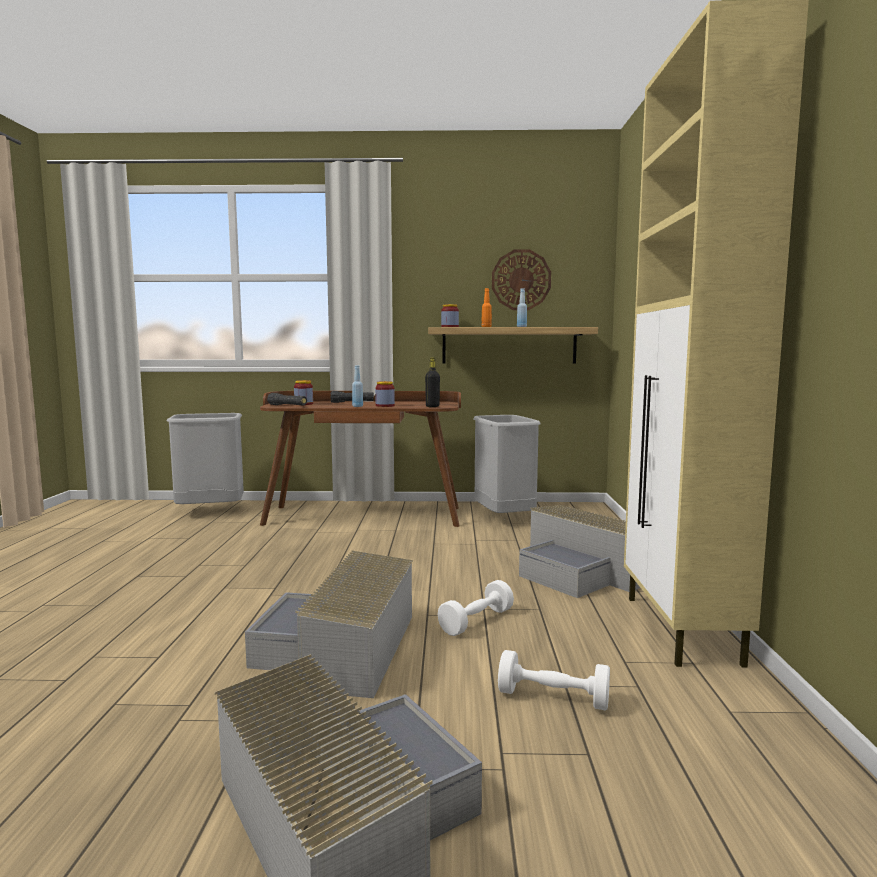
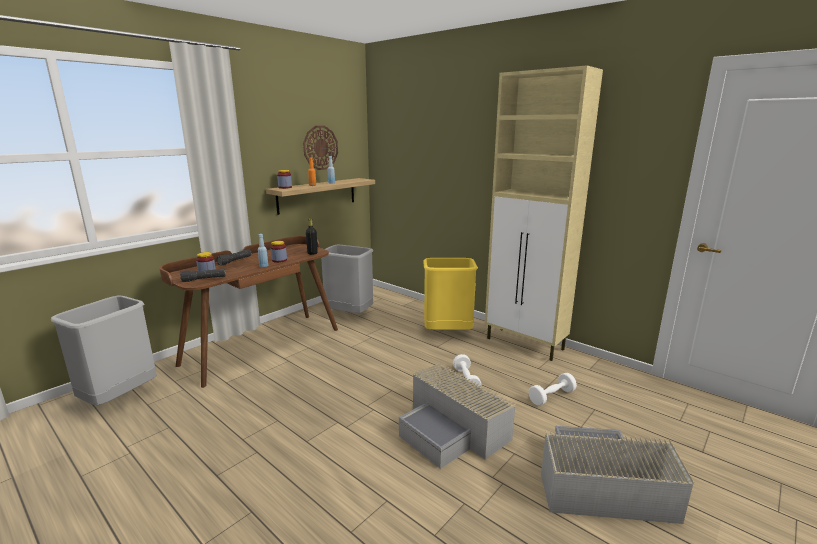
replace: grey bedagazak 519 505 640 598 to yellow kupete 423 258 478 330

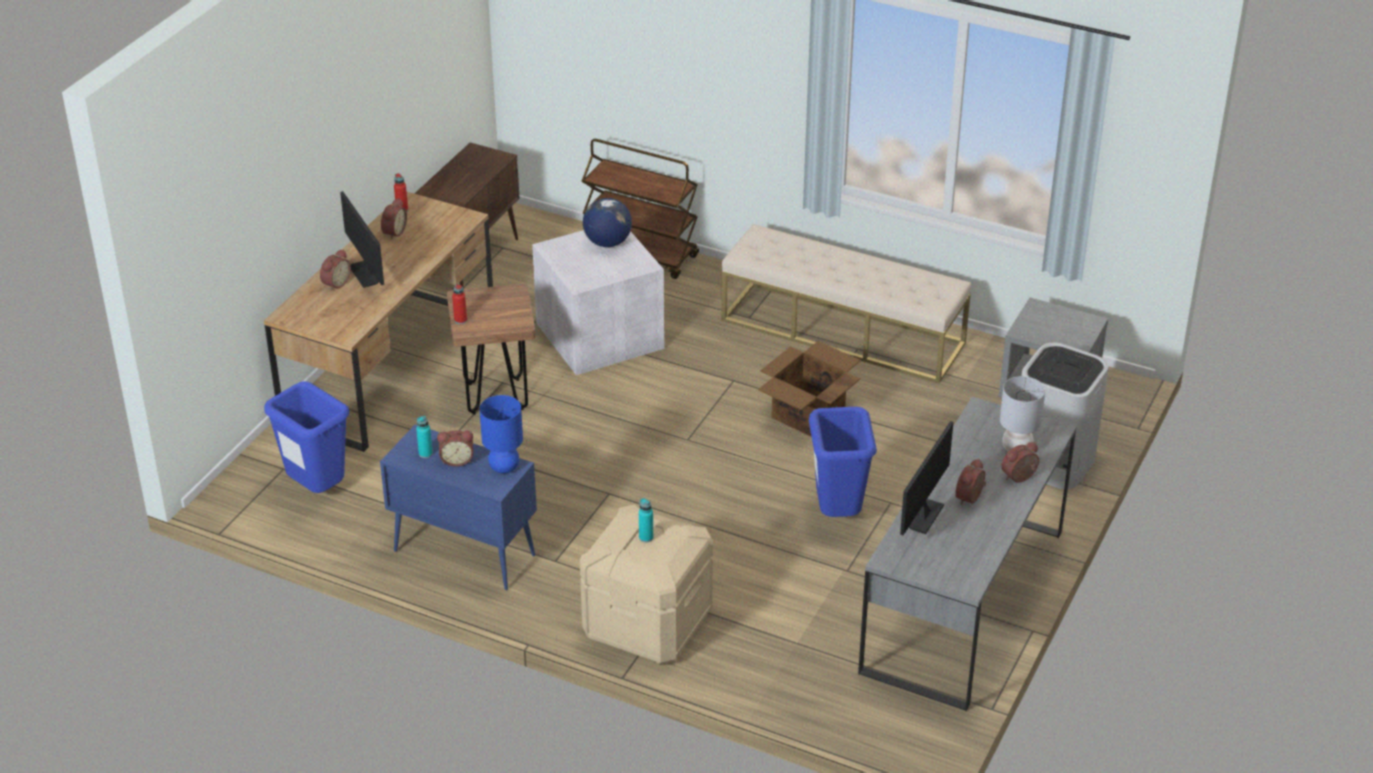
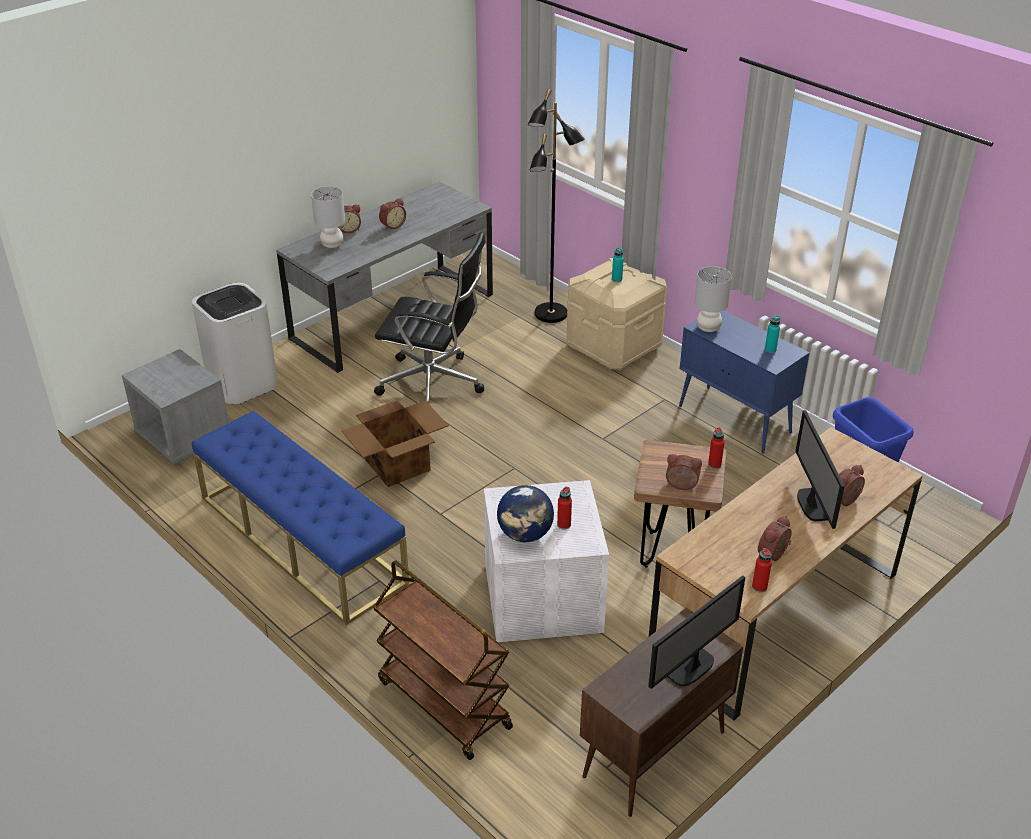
insert: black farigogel 528 89 585 323; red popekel 557 487 572 530
move: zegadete 437 430 473 467 to 666 454 702 490; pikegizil 900 421 953 535 to 648 575 745 689
replace: blue kupete 809 407 877 517 to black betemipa 374 232 485 404
recolor: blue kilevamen 479 395 523 473 to grey kilevamen 695 266 732 332; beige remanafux 721 224 971 383 to blue remanafux 192 410 409 625

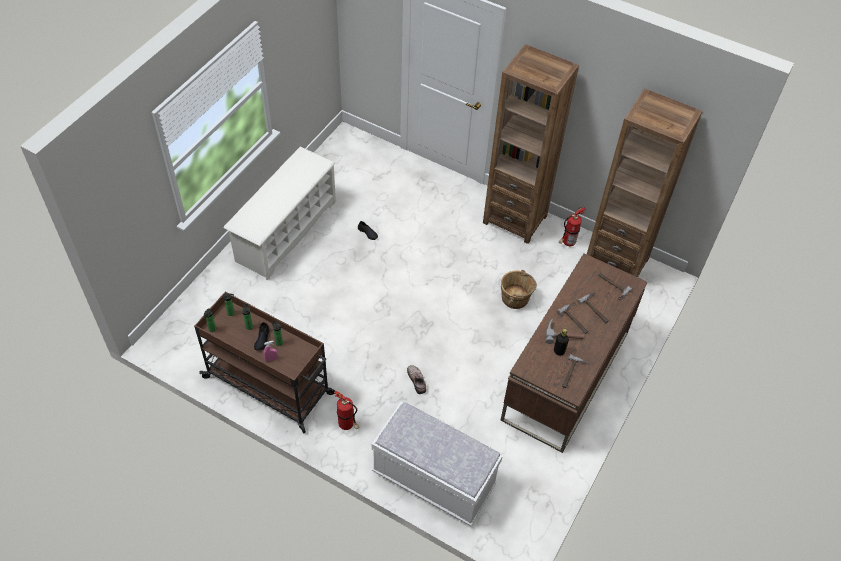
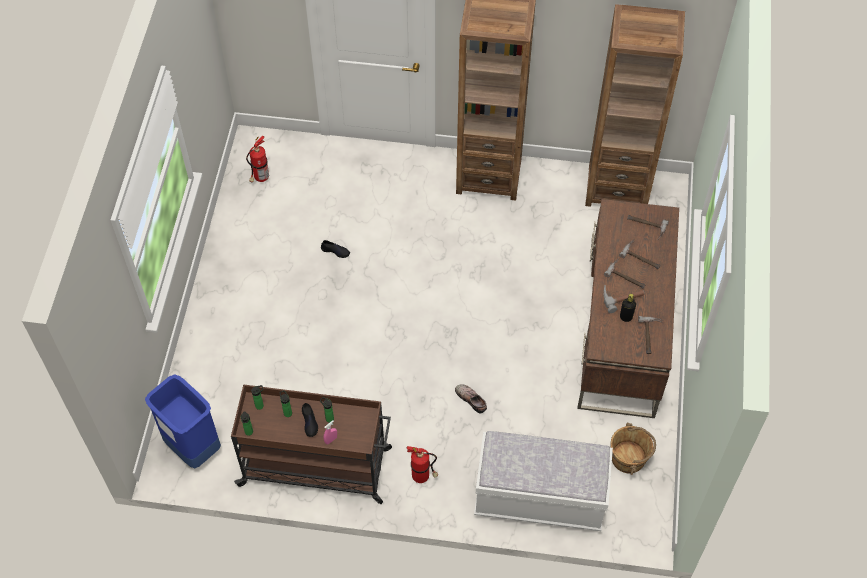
delete: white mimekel 224 147 336 281
insert: blue kupete 145 374 221 468
move: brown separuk 501 270 537 309 to 611 423 656 475; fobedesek 559 207 586 246 to 246 136 269 182

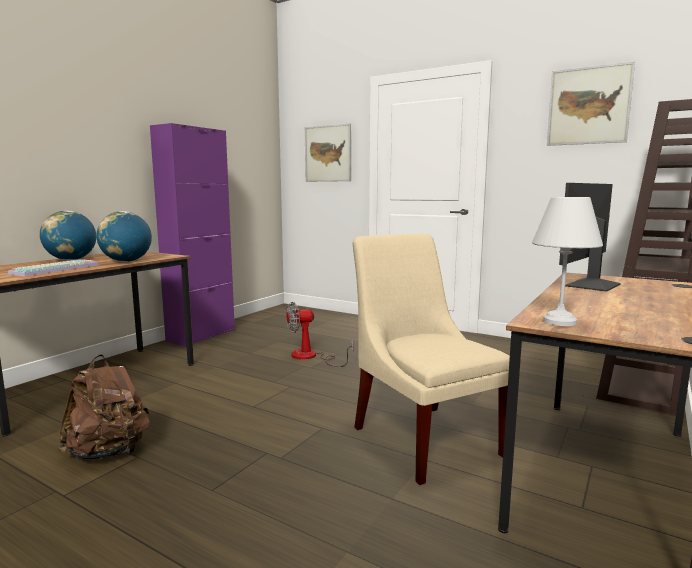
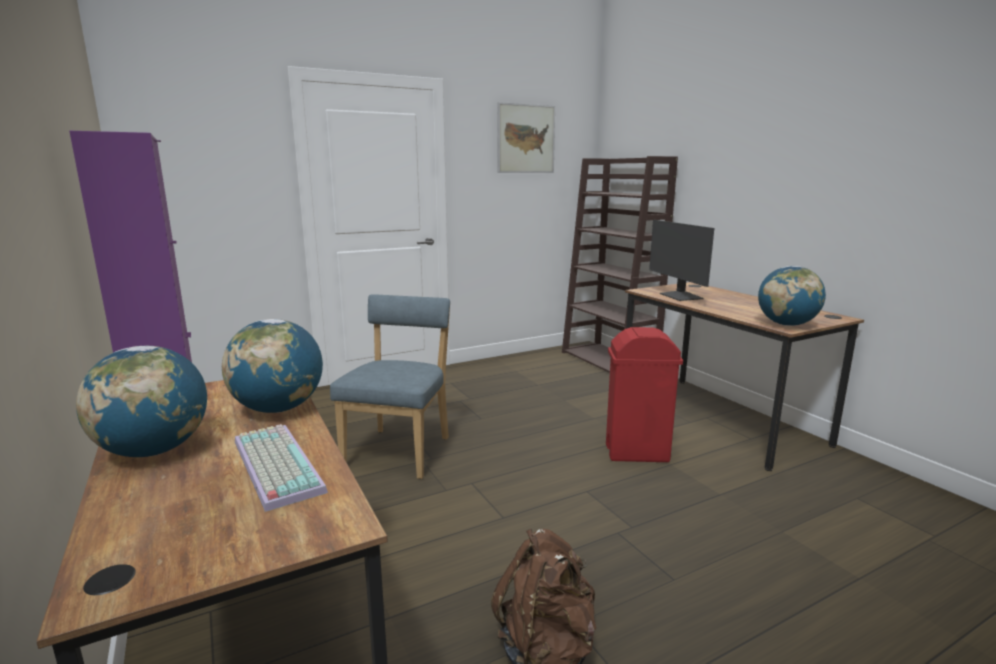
delete: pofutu 305 124 351 182
replace: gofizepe 286 302 354 367 to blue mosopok 330 294 450 479; beige mosopok 353 233 510 485 to red kupete 606 327 683 462; white kilevamen 532 197 603 326 to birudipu 758 266 826 326

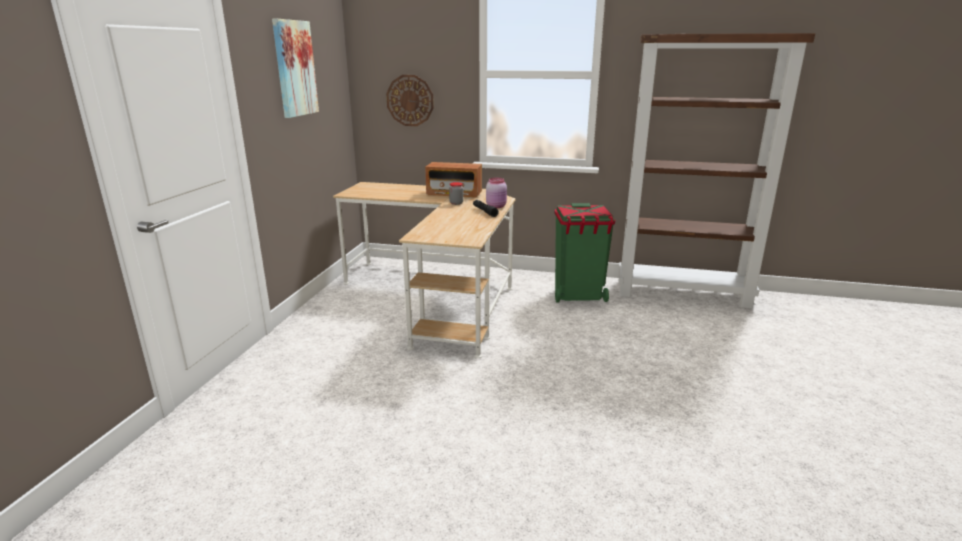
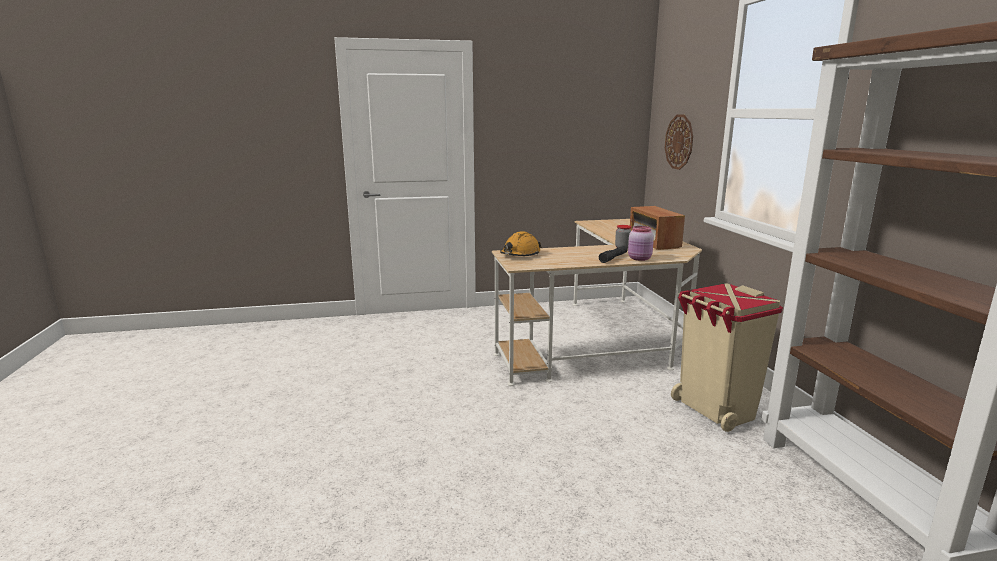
delete: pofutu 272 18 319 118
insert: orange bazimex 500 231 542 256
recolor: green kupete 555 203 615 303 to beige kupete 671 283 783 432

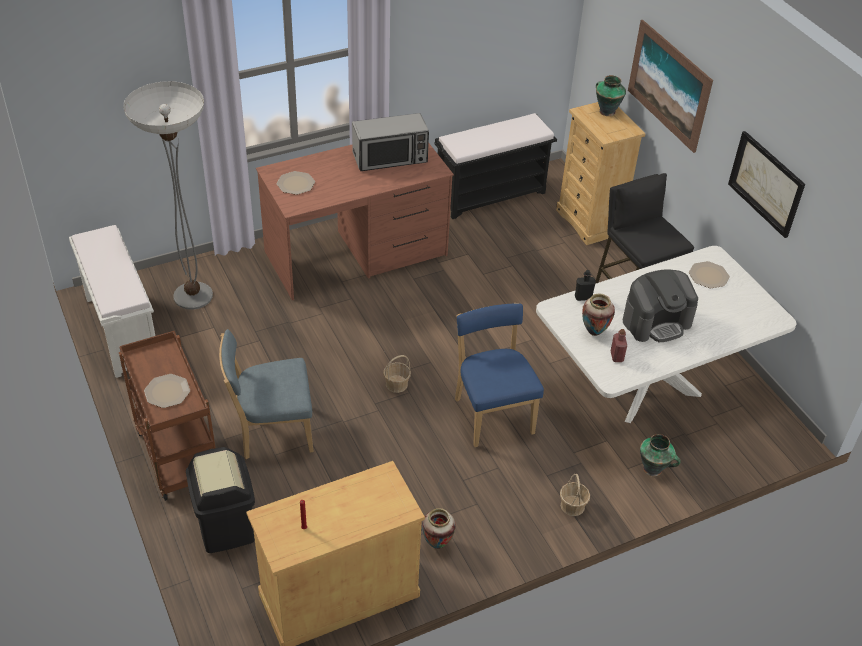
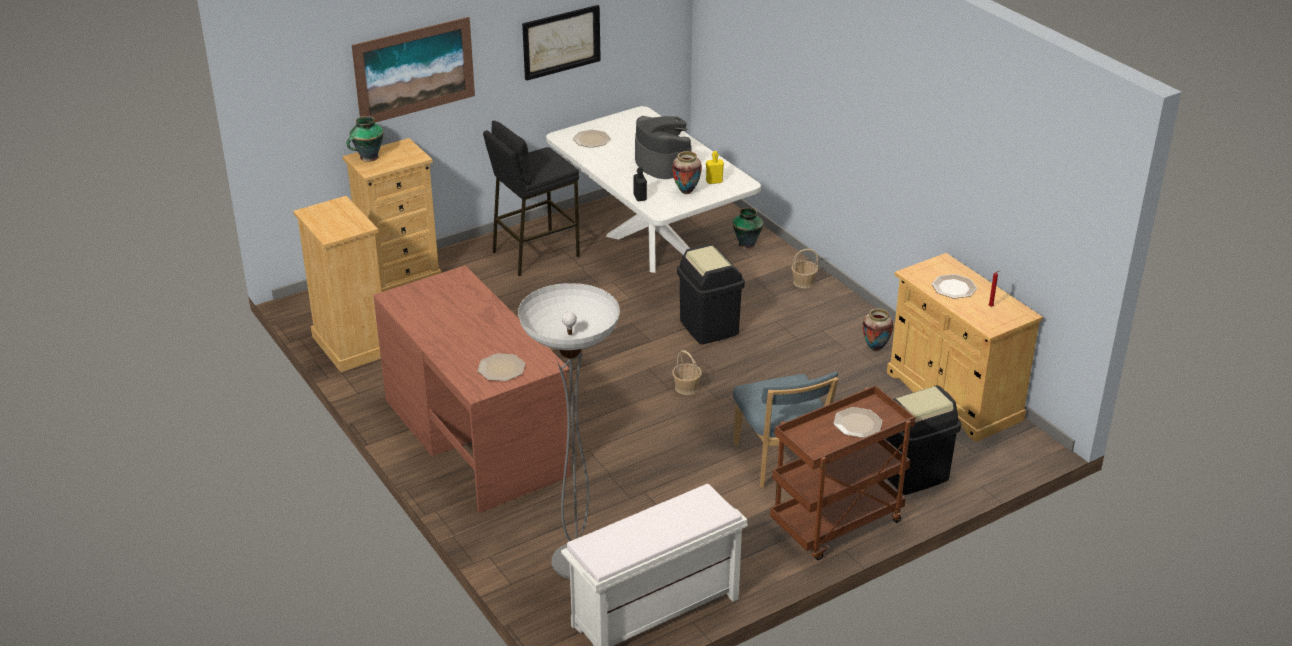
delete: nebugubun 352 113 429 171
insert: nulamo 932 274 977 299
replace: black remanafux 434 113 557 219 to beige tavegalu 293 196 381 372; blue mosopok 455 303 544 447 to black kupete 677 244 745 344
recolor: red popekel 611 329 627 362 to yellow popekel 706 151 724 184

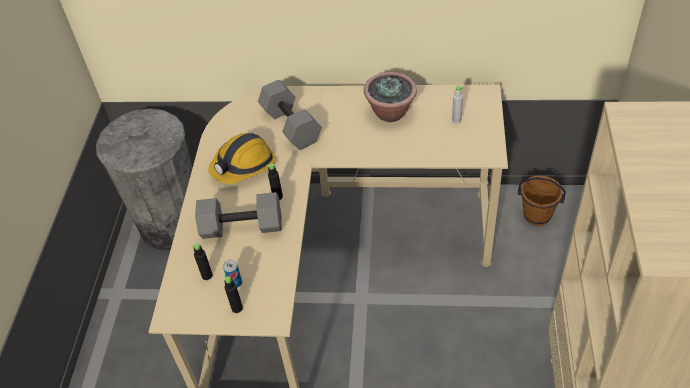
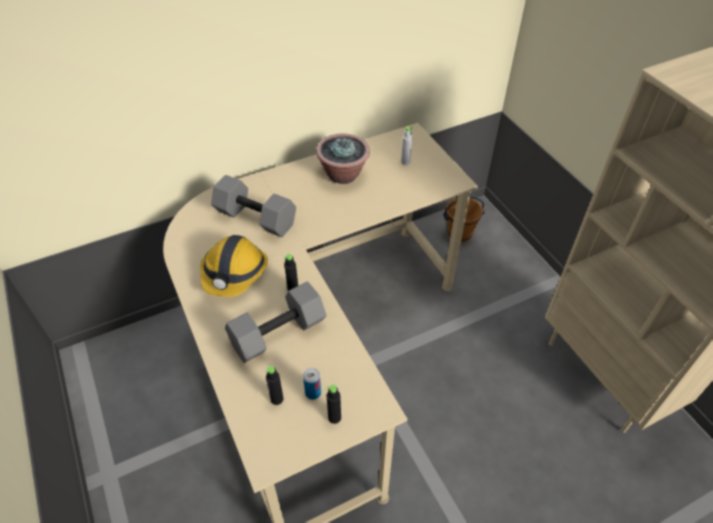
delete: grey kupete 96 109 192 250

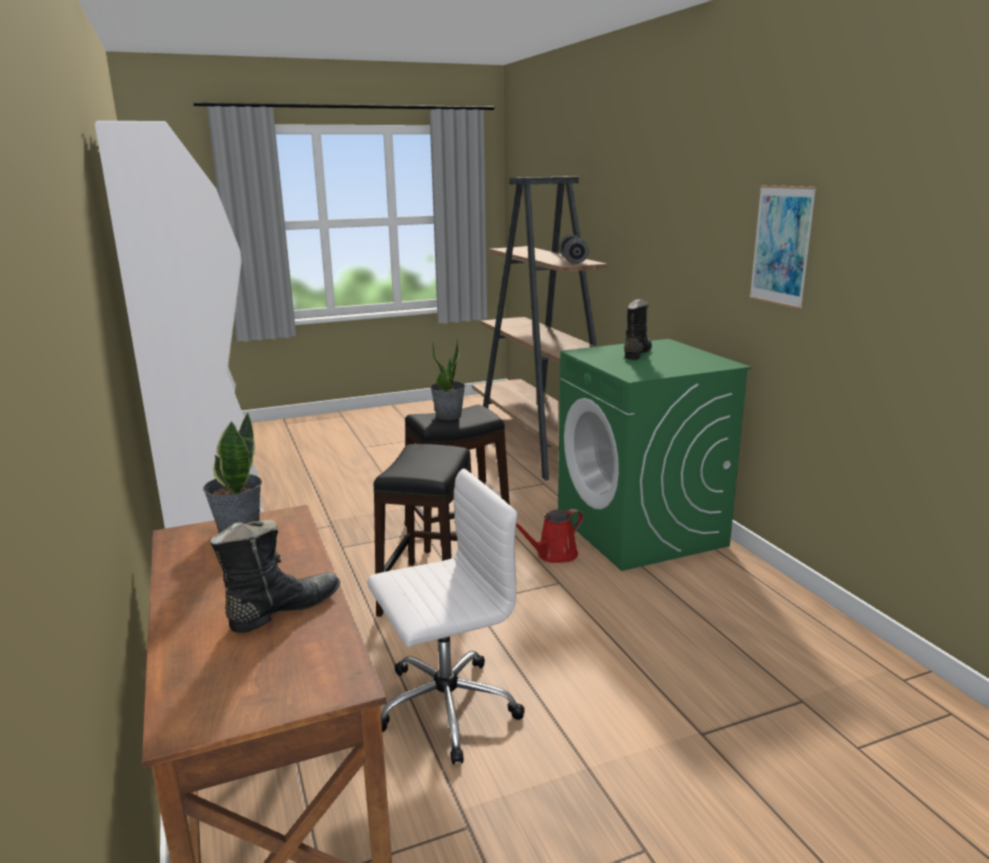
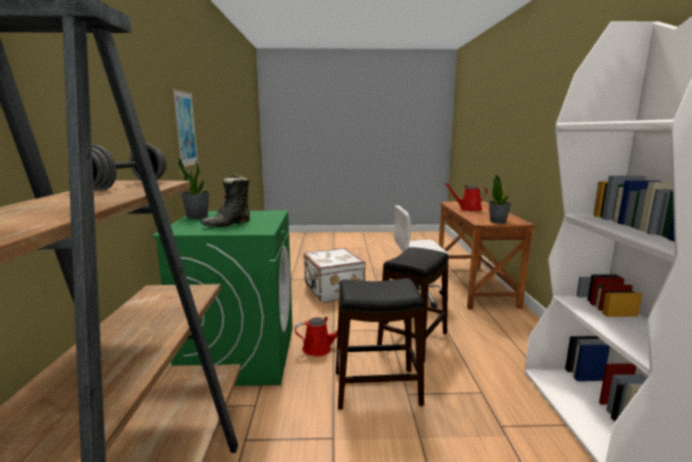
insert: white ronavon 304 248 365 303
move: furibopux 430 338 465 420 to 177 157 210 219
replace: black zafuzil 211 520 340 633 to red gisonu 444 183 488 211

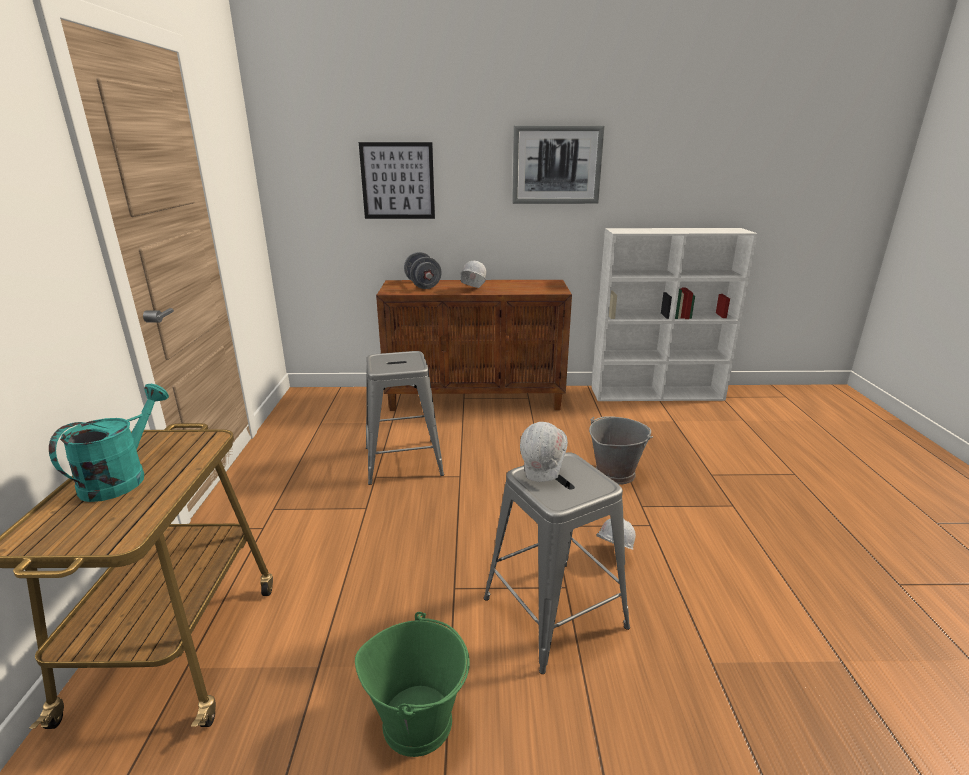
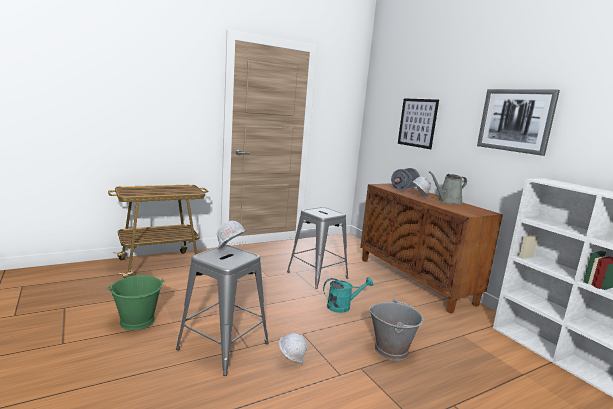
insert: grey gisonu 429 171 467 204
move: turquoise gisonu 49 384 169 502 to 323 277 373 313

